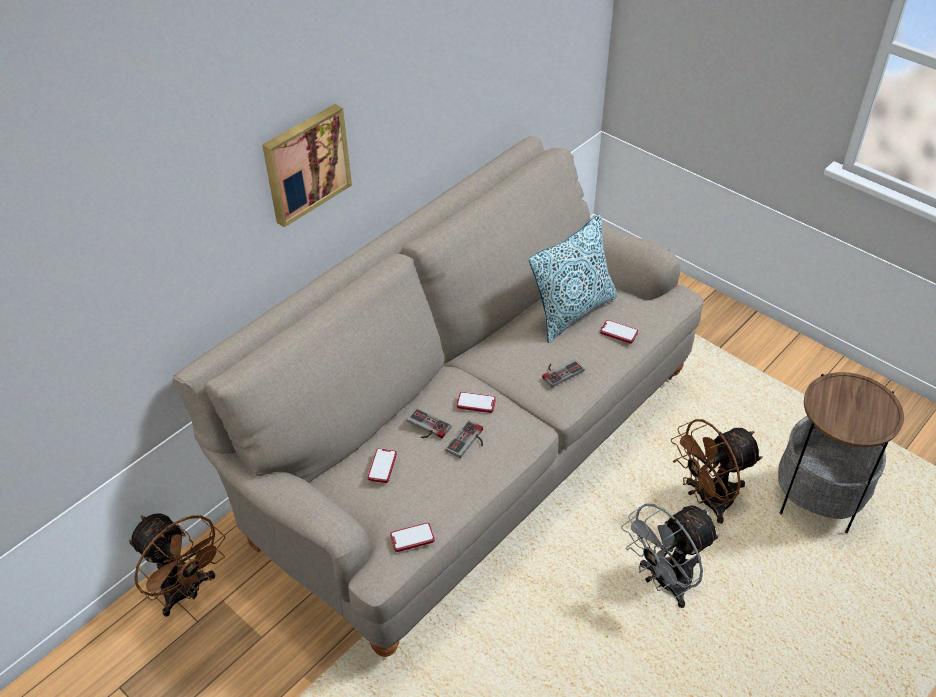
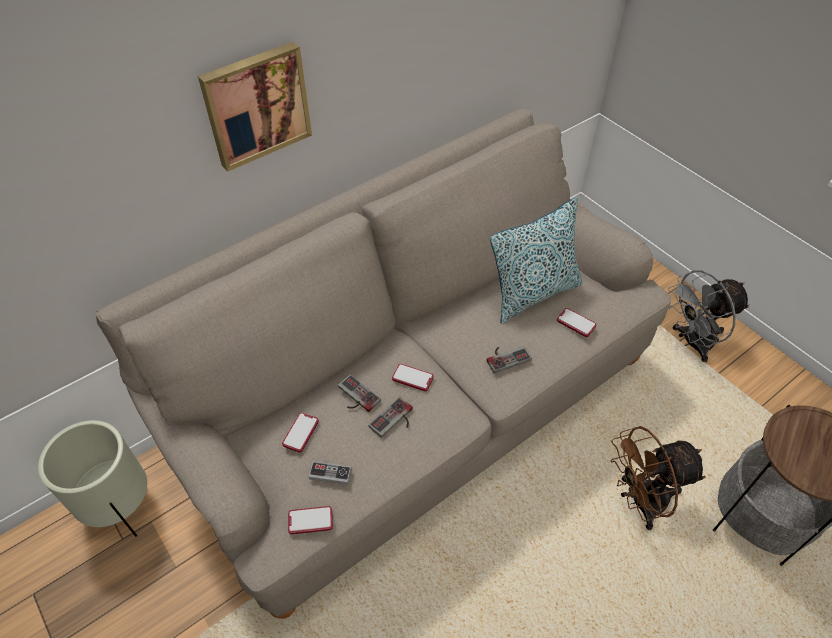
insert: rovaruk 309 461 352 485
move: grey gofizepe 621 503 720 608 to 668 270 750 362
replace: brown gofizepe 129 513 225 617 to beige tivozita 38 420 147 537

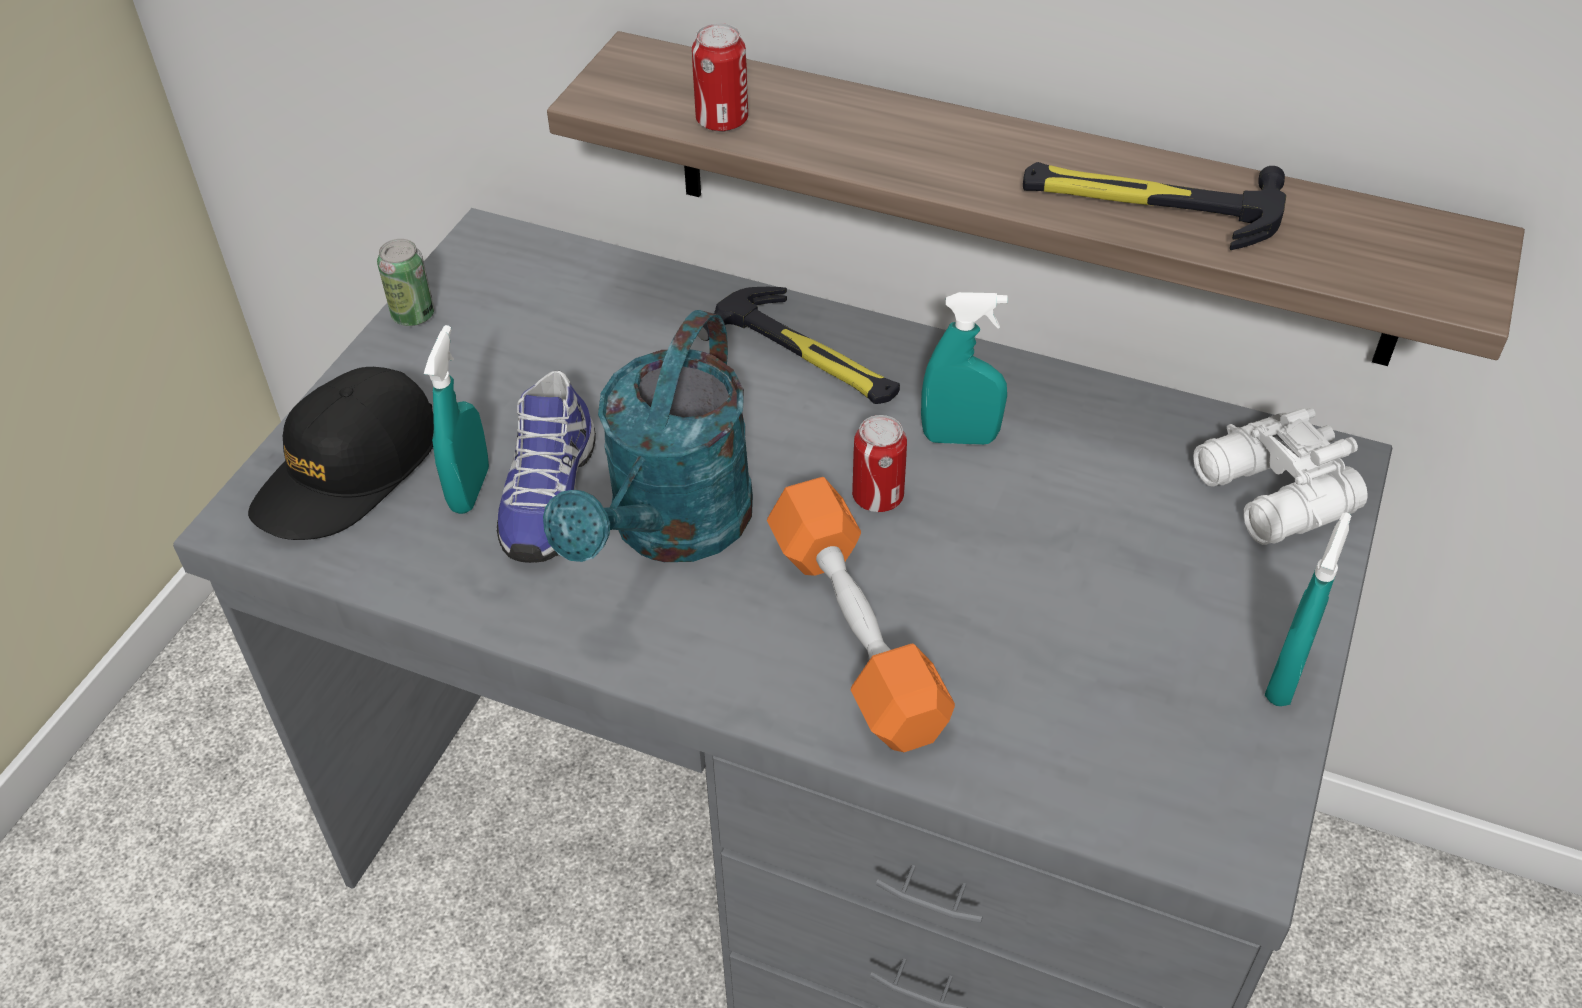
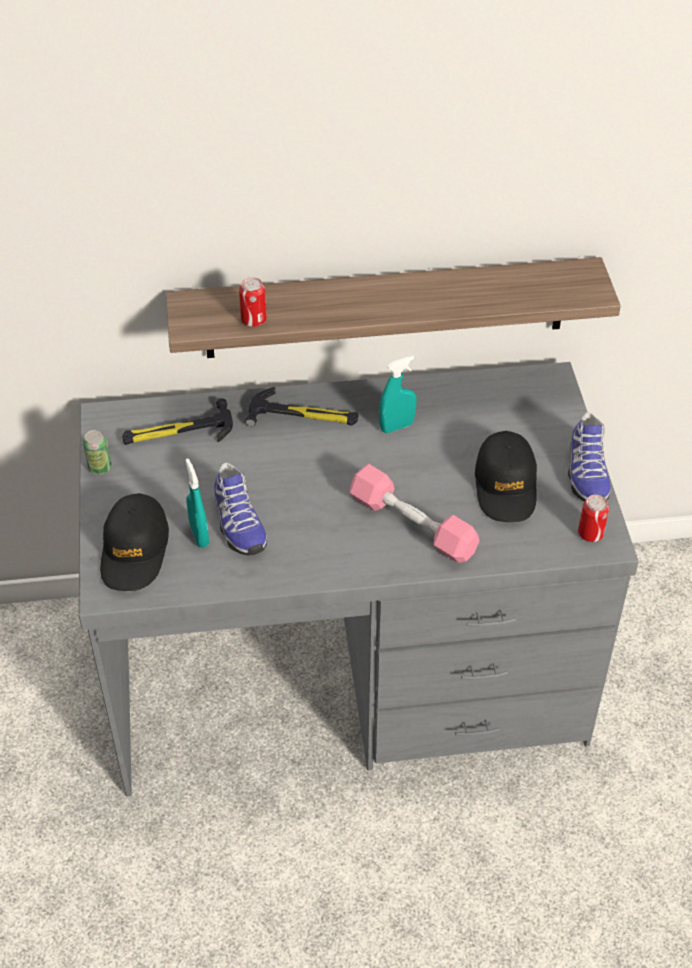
delete: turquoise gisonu 543 310 753 562; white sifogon 1193 408 1367 545
insert: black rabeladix 475 431 537 522
move: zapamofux 852 415 907 512 to 578 495 609 542; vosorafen 1023 162 1286 250 to 122 398 233 445
replace: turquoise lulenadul 1265 512 1351 707 to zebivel 568 412 611 502
recolor: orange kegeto 767 477 955 752 to pink kegeto 350 464 480 563

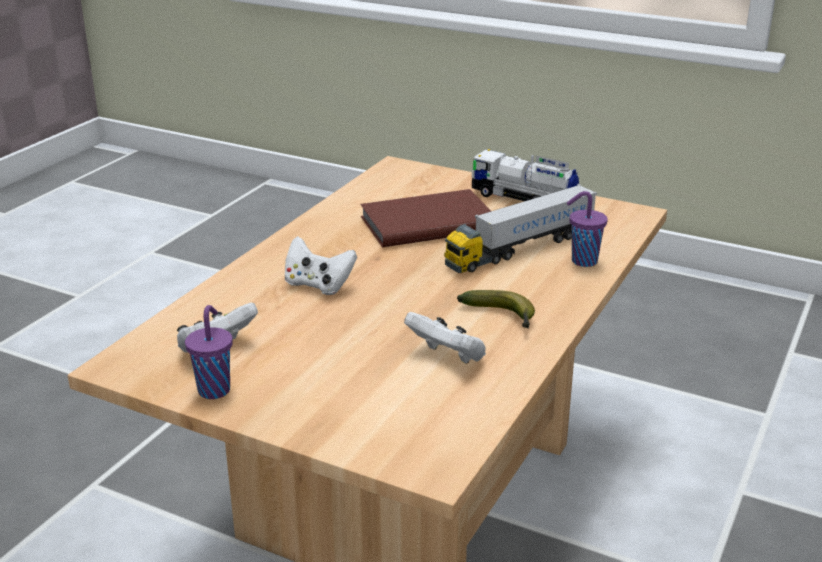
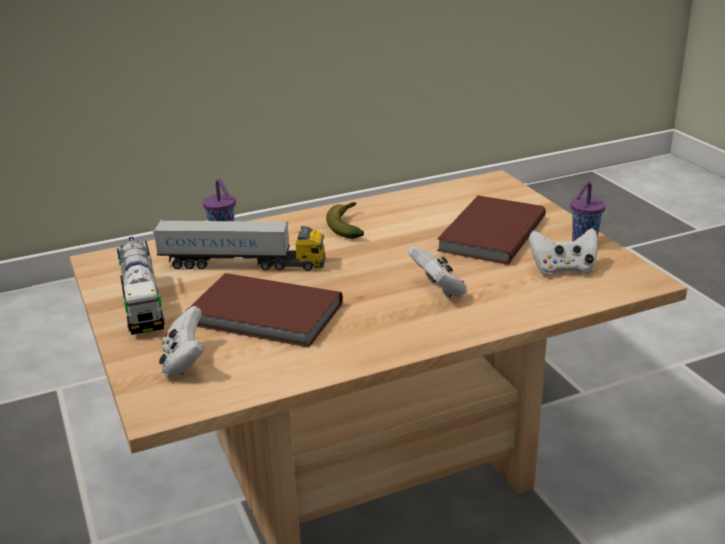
insert: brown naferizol 437 195 546 265
move: white rovaruk 404 312 486 364 to 159 306 205 378

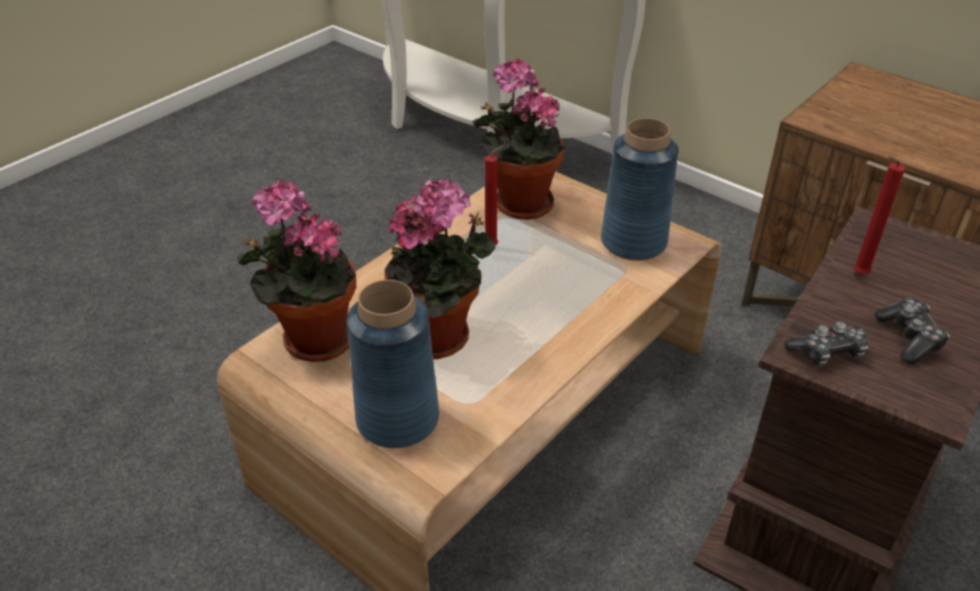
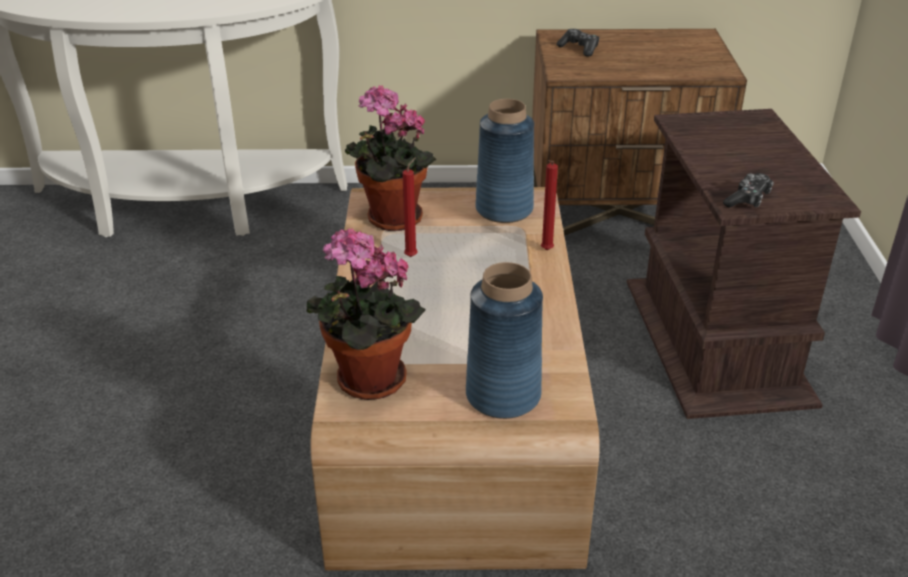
delete: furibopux 385 179 496 359
move: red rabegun 853 156 905 275 to 541 160 558 250; rovaruk 875 298 950 364 to 557 29 599 57

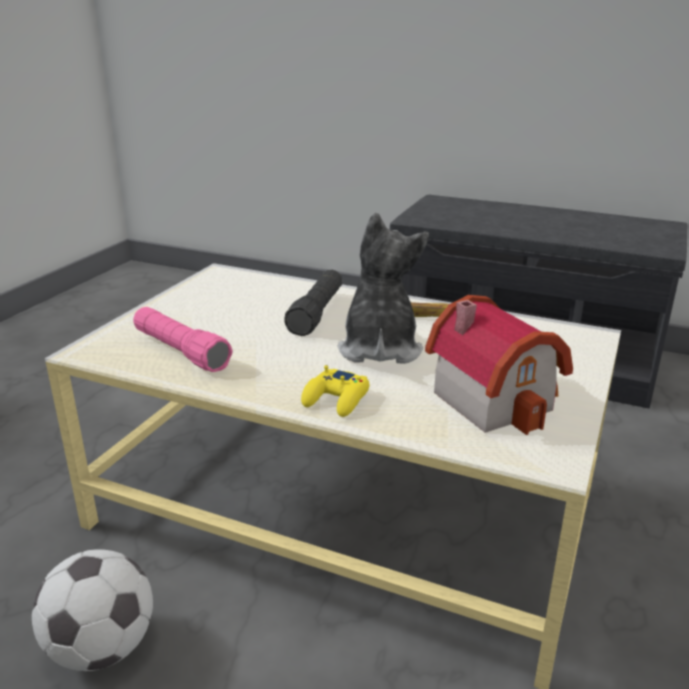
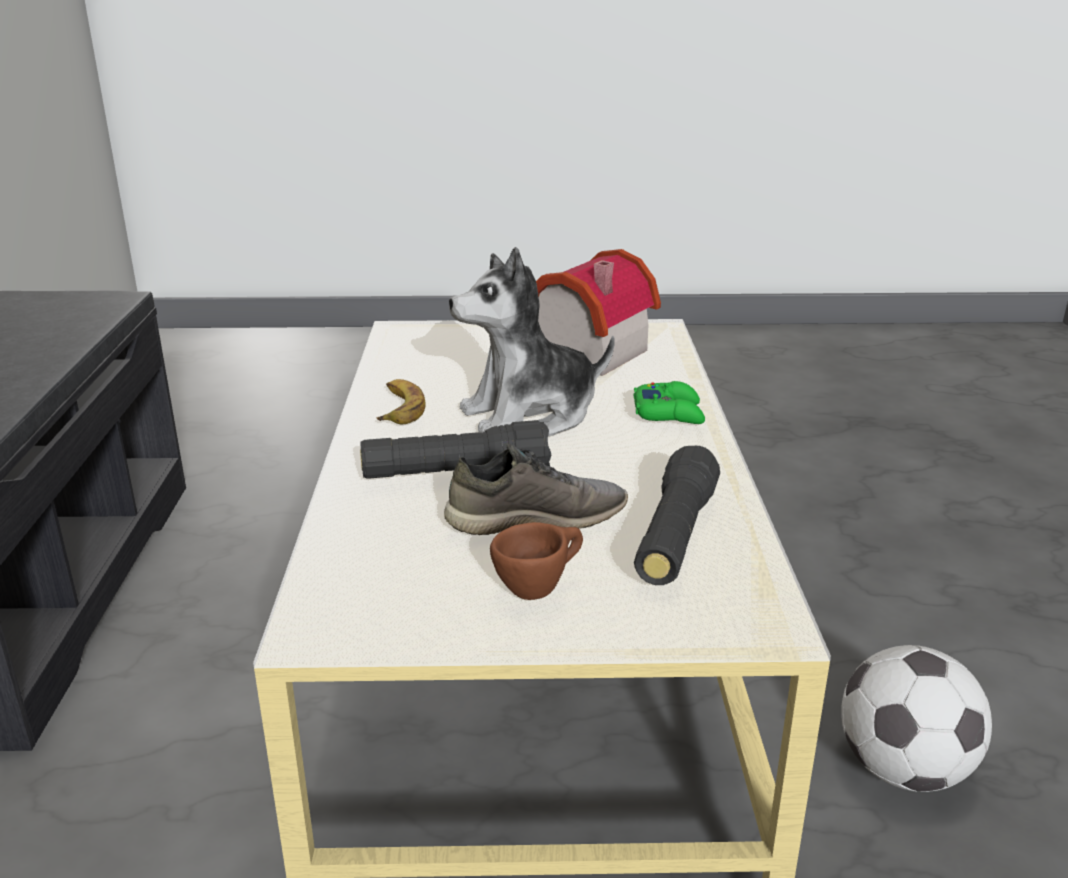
insert: grey zebivel 444 444 628 535; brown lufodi 490 522 583 600
recolor: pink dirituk 133 307 233 372 to black dirituk 634 446 720 585; yellow rovaruk 301 365 370 417 to green rovaruk 634 381 705 424

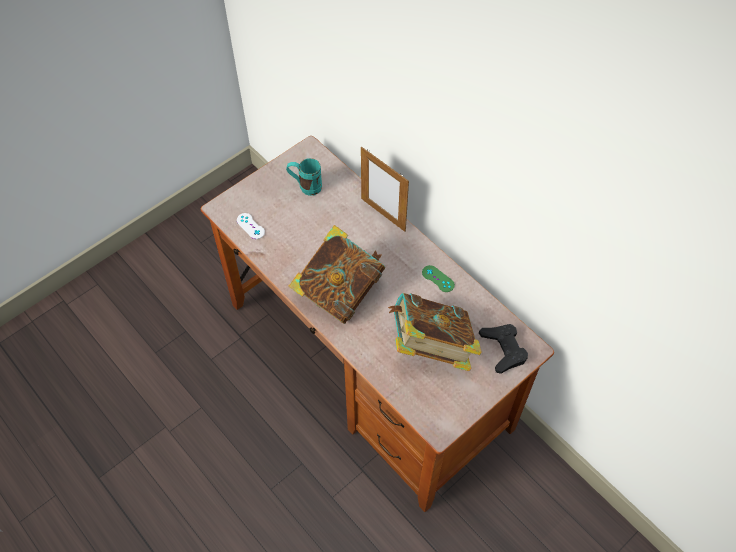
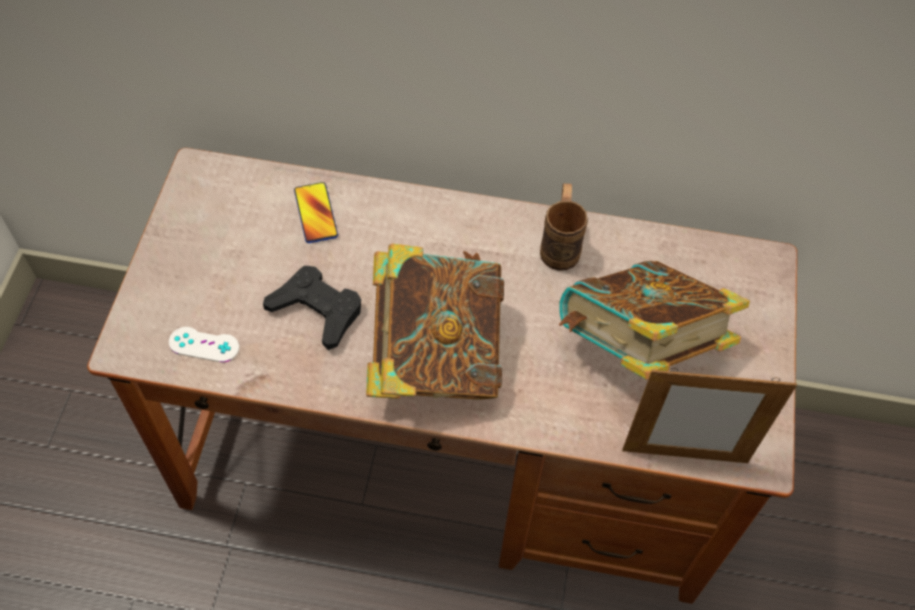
delete: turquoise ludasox 286 158 322 196
insert: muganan 294 182 338 243
move: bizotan 361 147 409 232 to 622 368 797 463; black rovaruk 479 324 528 374 to 263 266 361 350
replace: green rovaruk 422 265 455 292 to brown ludasox 540 183 588 271

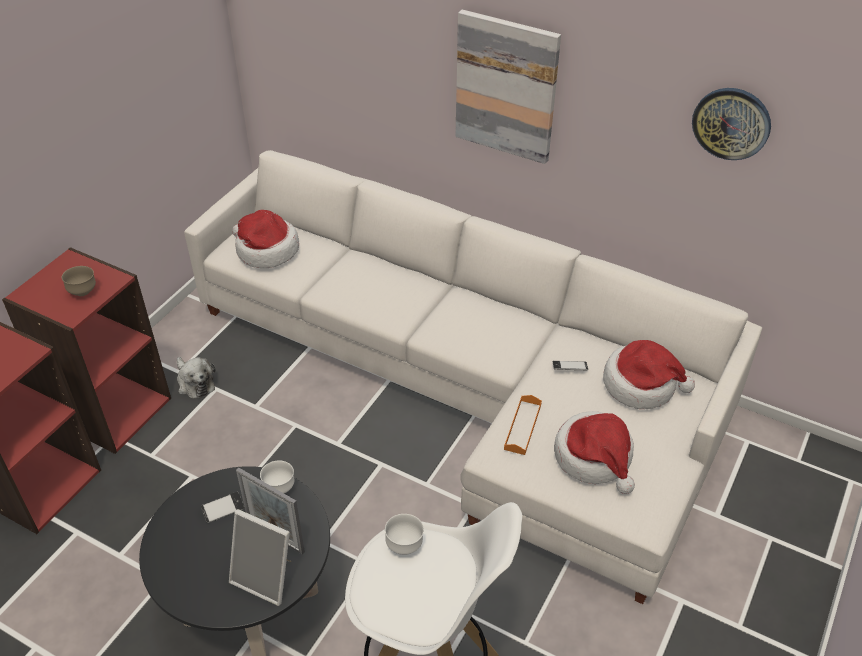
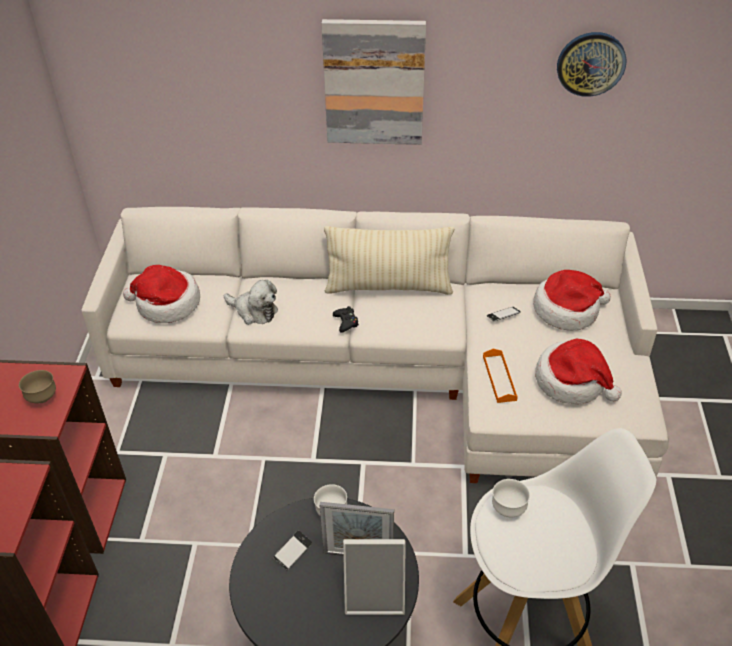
insert: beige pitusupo 324 226 454 295; black rovaruk 333 306 359 333
move: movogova 177 357 216 399 to 224 280 278 325

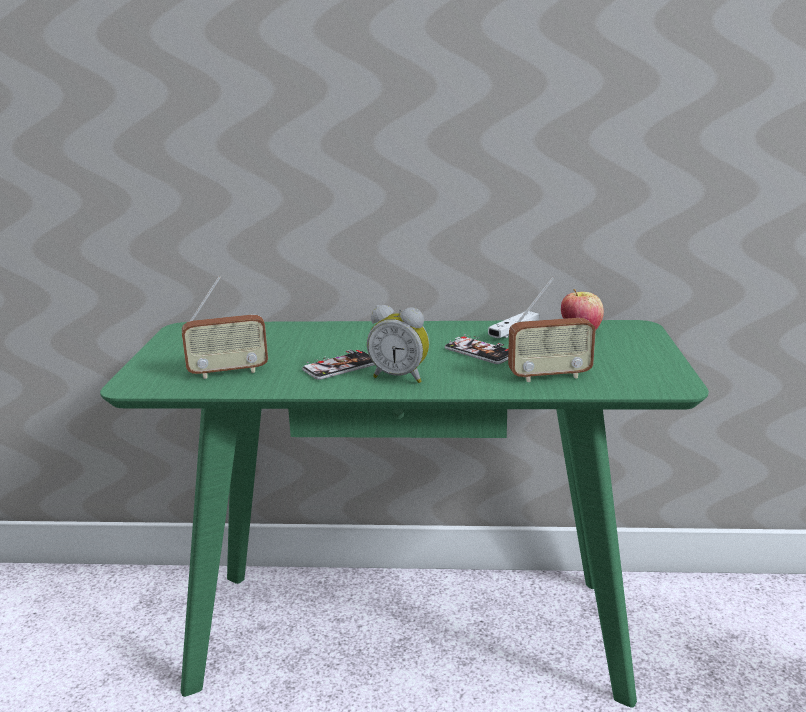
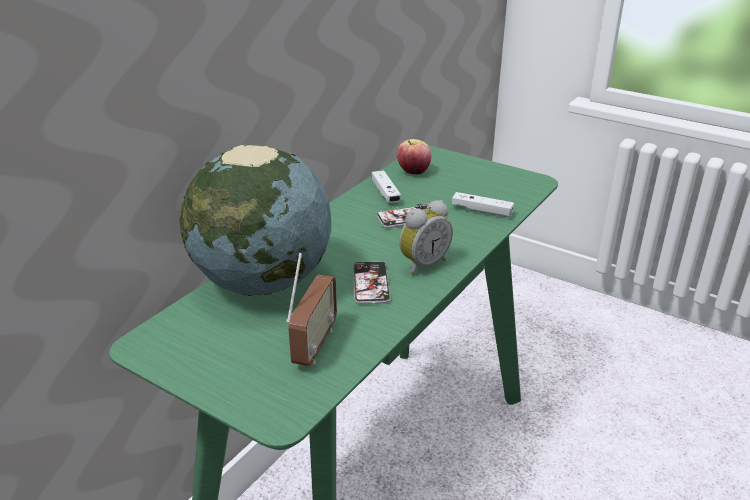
insert: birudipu 179 145 331 297
replace: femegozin 508 277 596 382 to white rovaruk 452 192 514 218

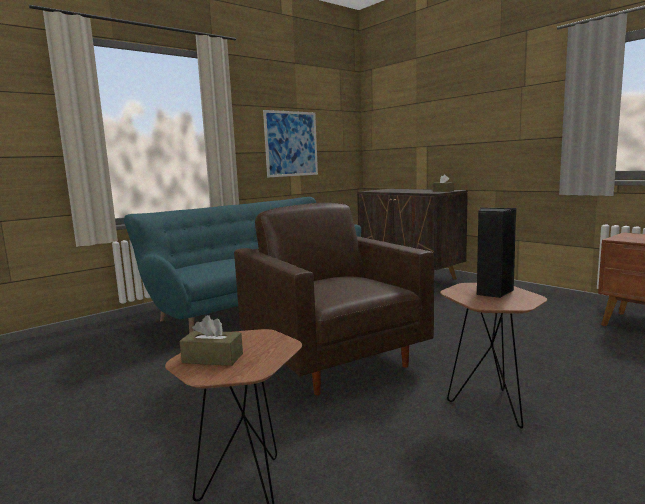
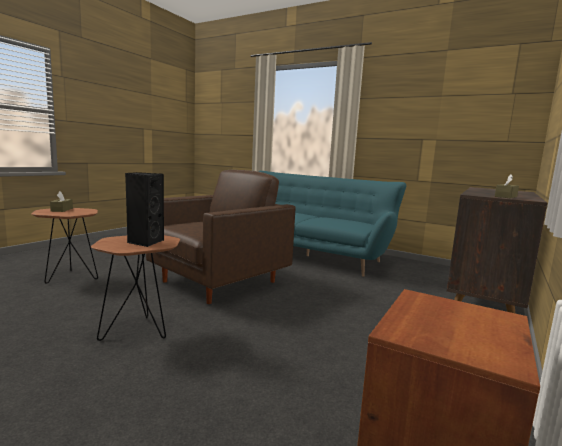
delete: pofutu 263 110 318 178

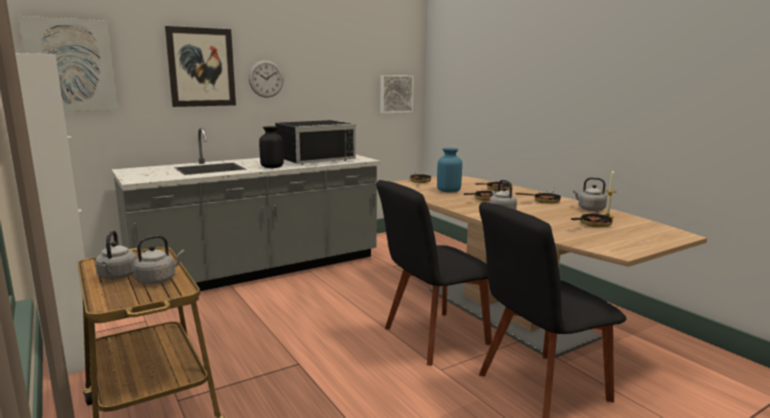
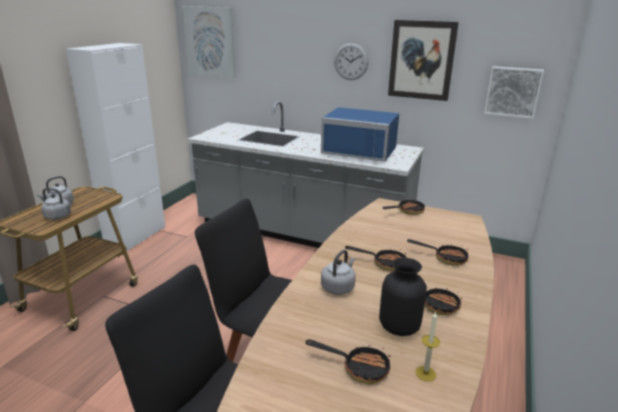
delete: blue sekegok 437 148 462 193; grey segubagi 573 177 607 211
move: pofutu 165 26 236 107 to 388 20 459 101; black sekegok 259 126 284 168 to 379 258 427 336
recolor: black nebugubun 275 120 356 165 to blue nebugubun 321 107 399 162

